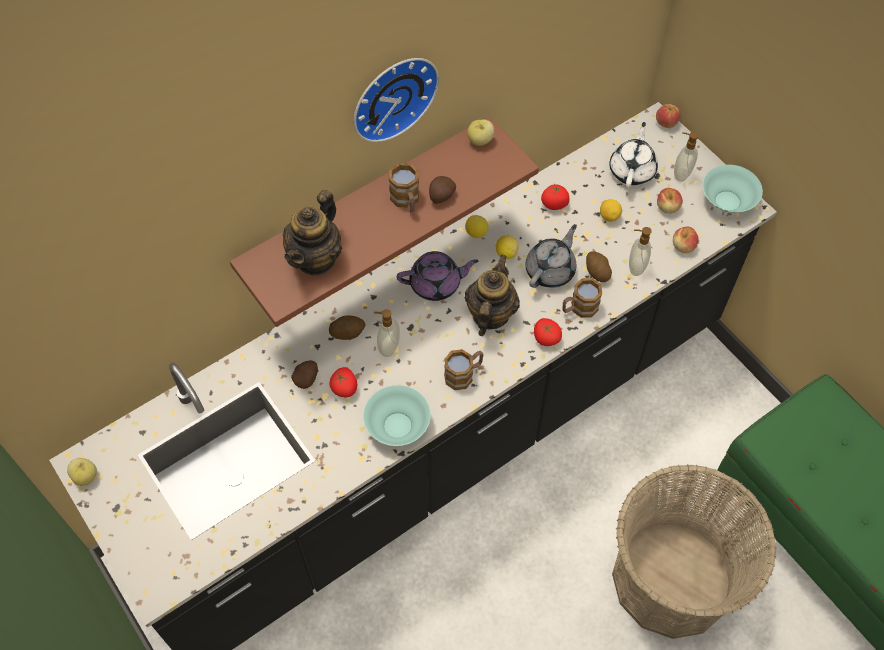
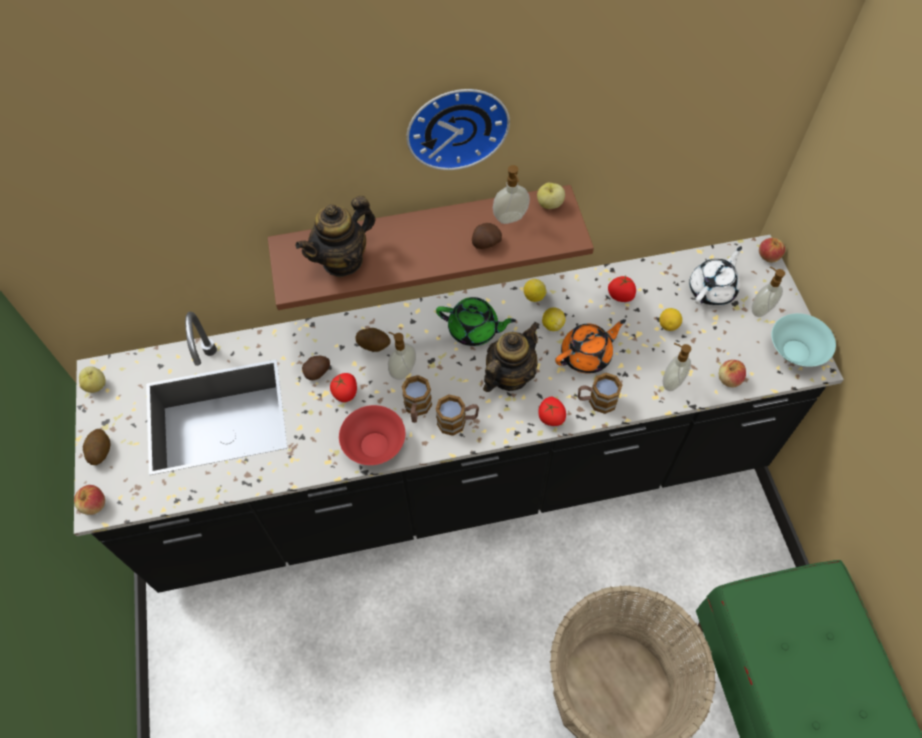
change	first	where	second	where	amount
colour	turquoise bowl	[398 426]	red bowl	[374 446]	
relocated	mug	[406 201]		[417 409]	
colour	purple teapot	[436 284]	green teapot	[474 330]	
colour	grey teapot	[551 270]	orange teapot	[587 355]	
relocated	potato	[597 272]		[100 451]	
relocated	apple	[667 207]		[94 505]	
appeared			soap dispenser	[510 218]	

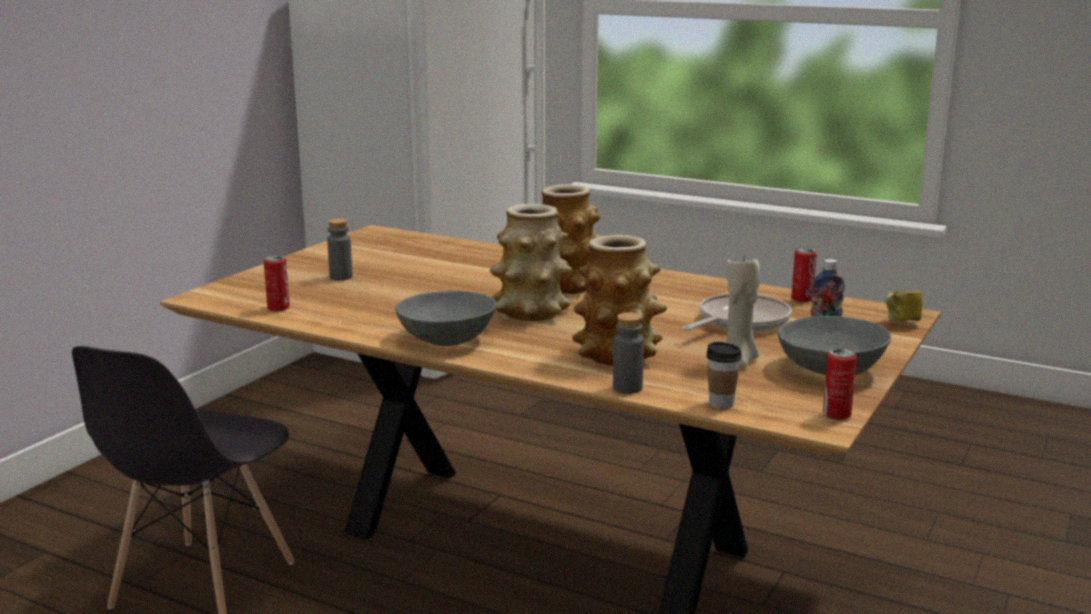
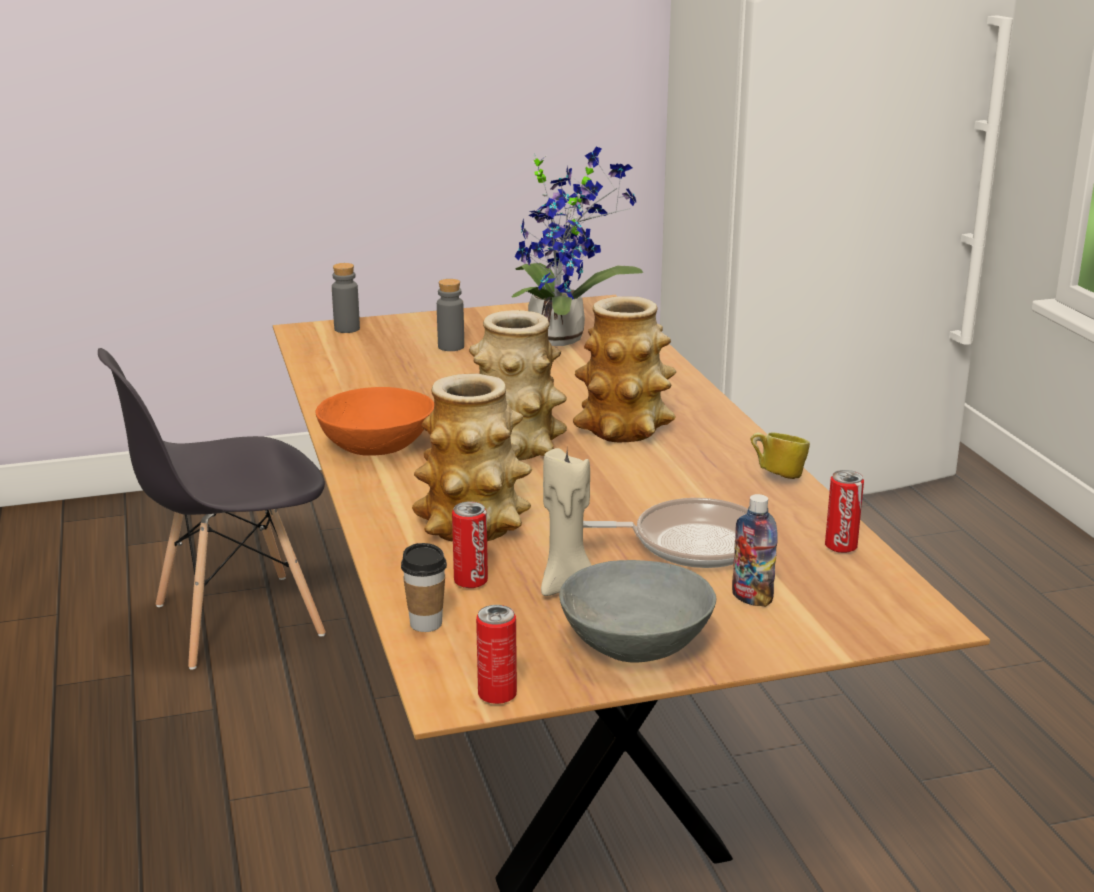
change	first	where	second	where	amount
relocated	can	[278 308]		[470 581]	
colour	grey bowl	[448 339]	orange bowl	[378 446]	
relocated	grey bottle	[627 388]		[347 329]	
relocated	mug	[898 323]		[777 476]	
appeared			potted plant	[563 337]	

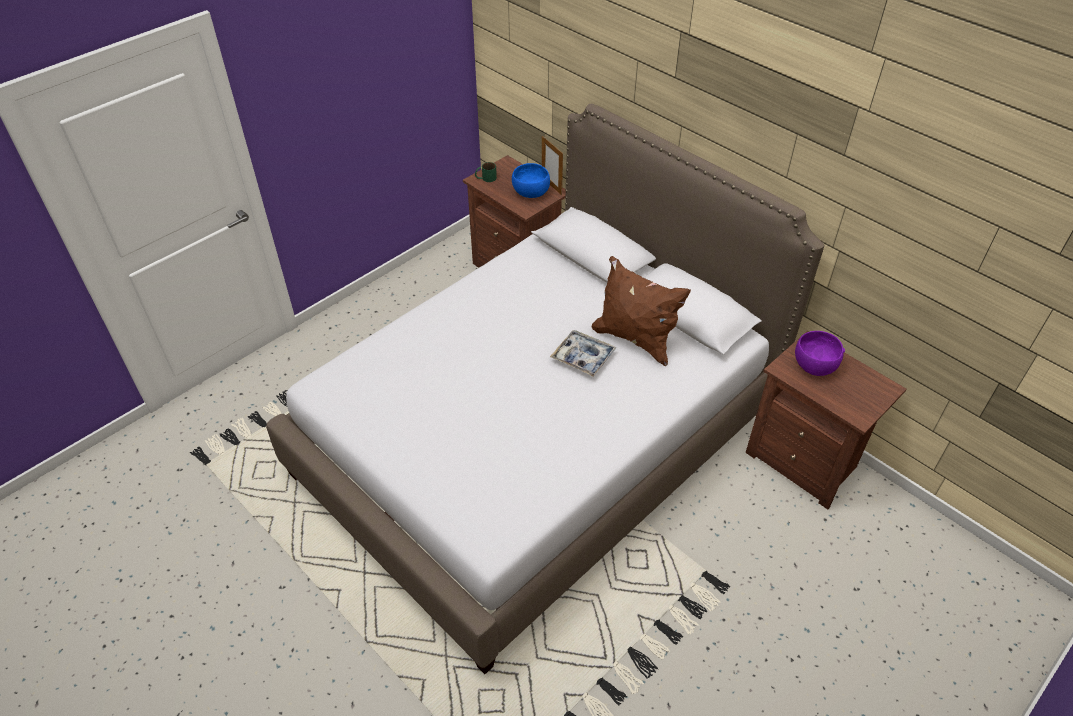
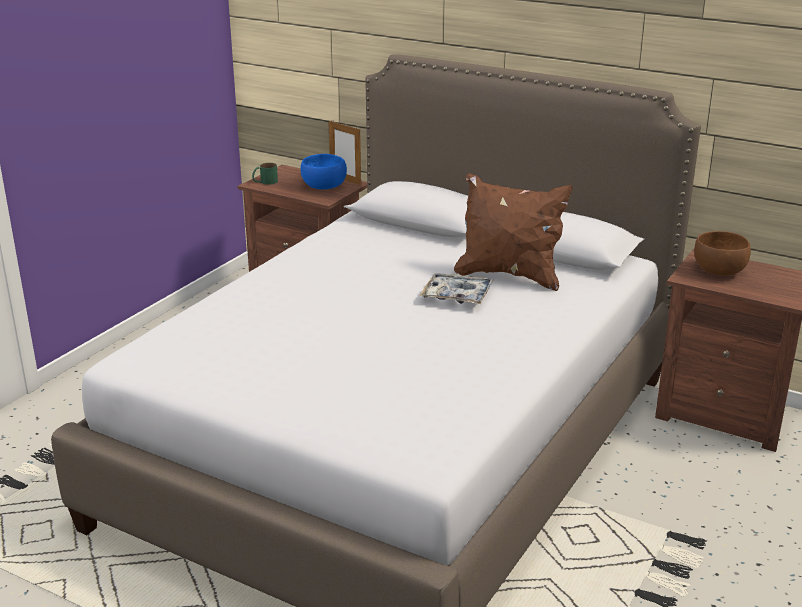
change	first	where	second	where	amount
colour	purple bowl	[814 366]	brown bowl	[719 271]	

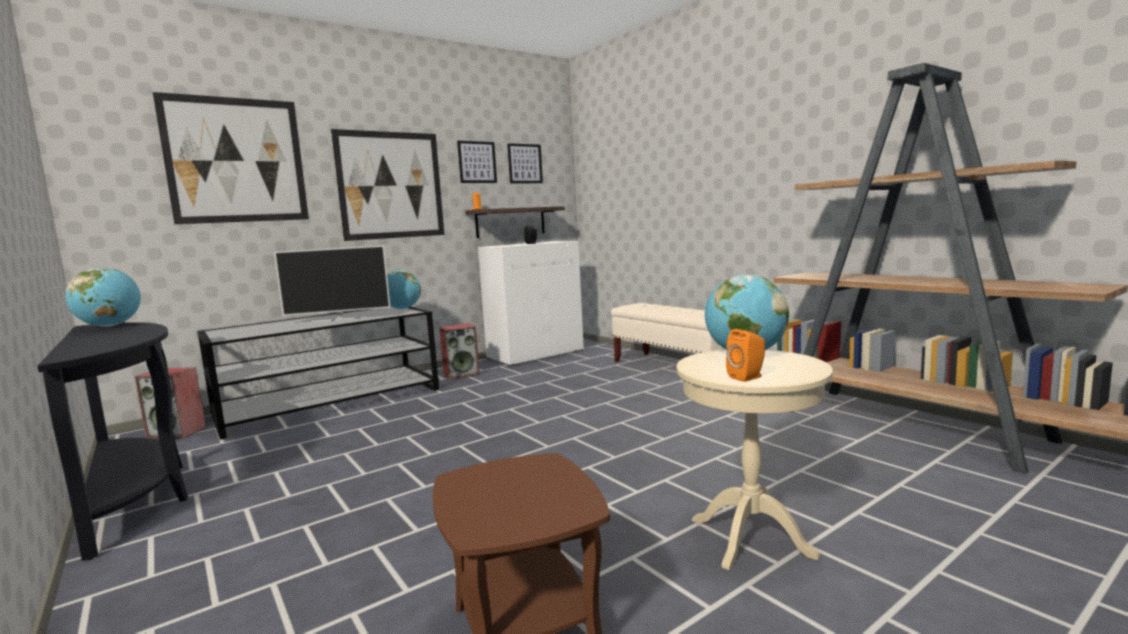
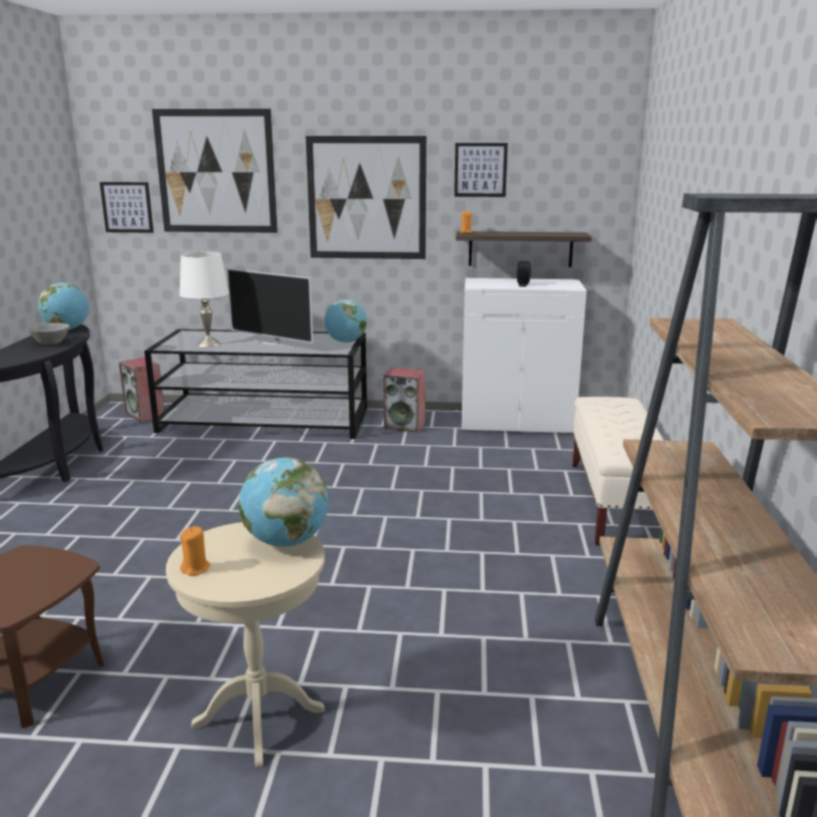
change	first	where	second	where	amount
relocated	picture	[525 163]		[127 207]	
exchanged	orange speaker	[748 377]	orange candle	[195 569]	
appeared			grey bowl	[51 343]	
appeared			white table lamp	[208 344]	

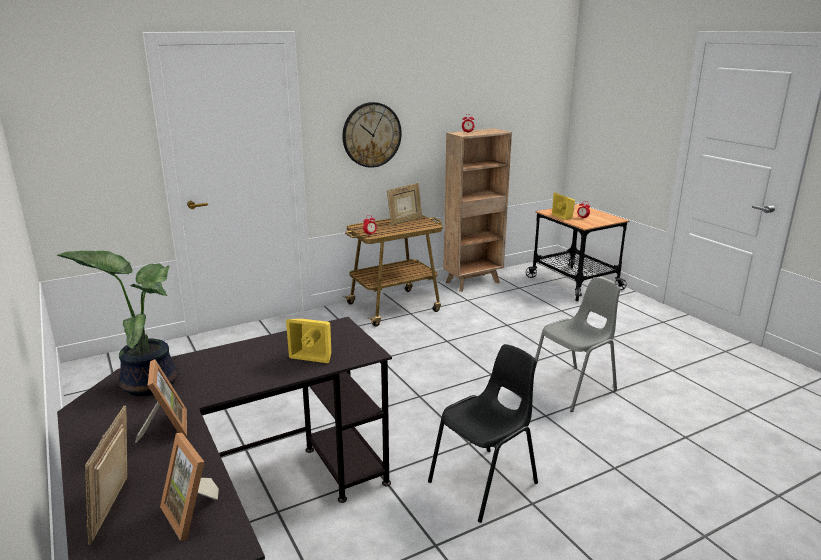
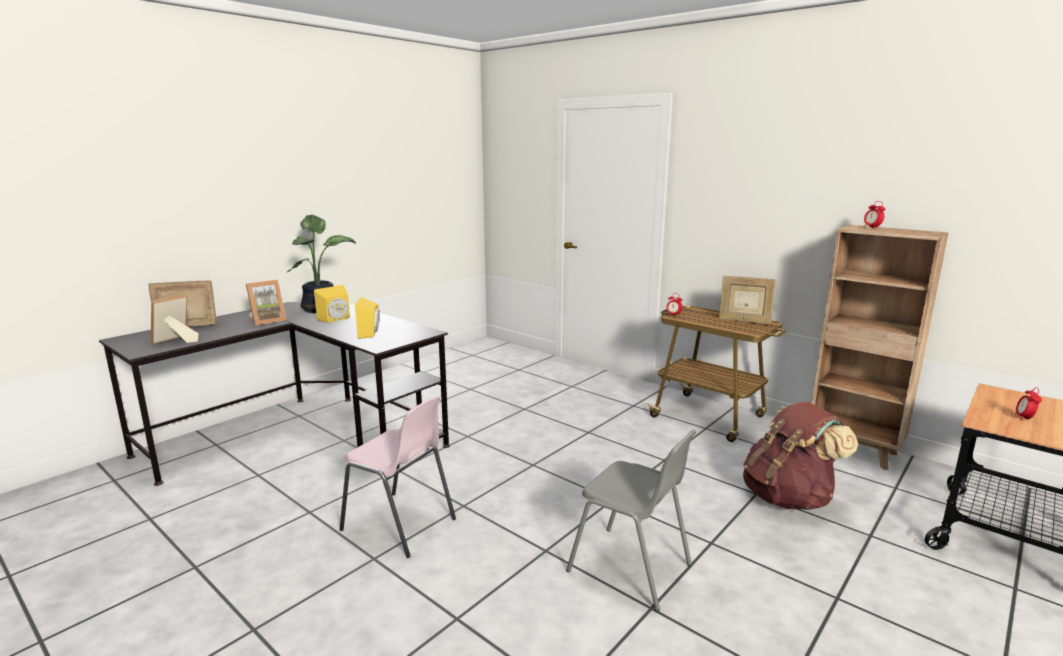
change	first	where	second	where	amount
missing	wall clock	[371 135]			
colour	black chair	[485 483]	pink chair	[400 525]	
relocated	yellow speaker	[564 216]		[336 319]	
appeared			brown backpack	[788 497]	

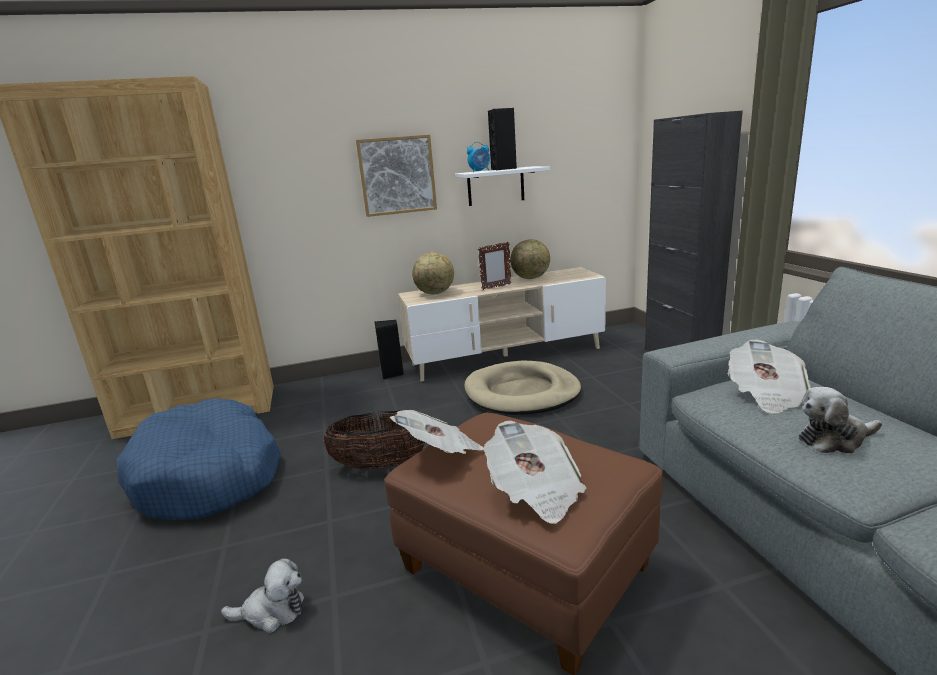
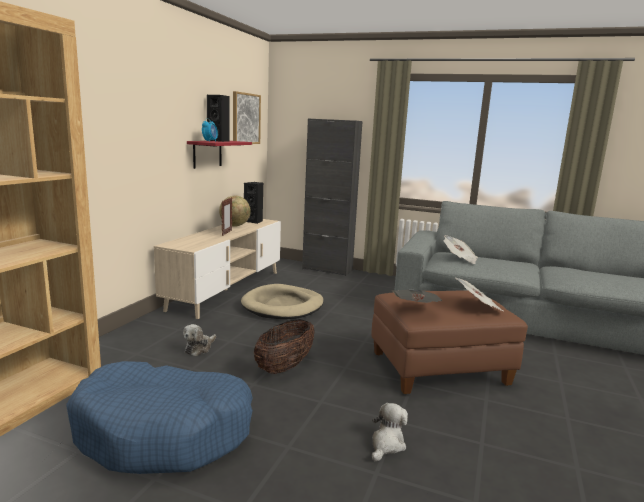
change	first	where	second	where	amount
relocated	picture	[397 175]		[245 119]	
relocated	black speaker	[392 373]		[254 221]	
missing	globe	[435 293]			
colour	white shelf	[496 186]	red shelf	[207 154]	
relocated	plush toy	[834 439]		[199 348]	

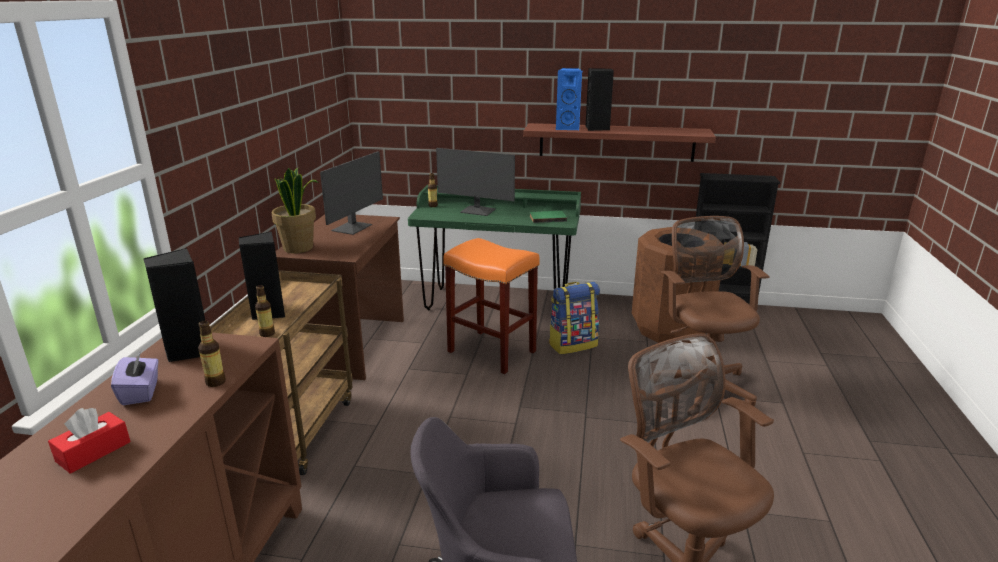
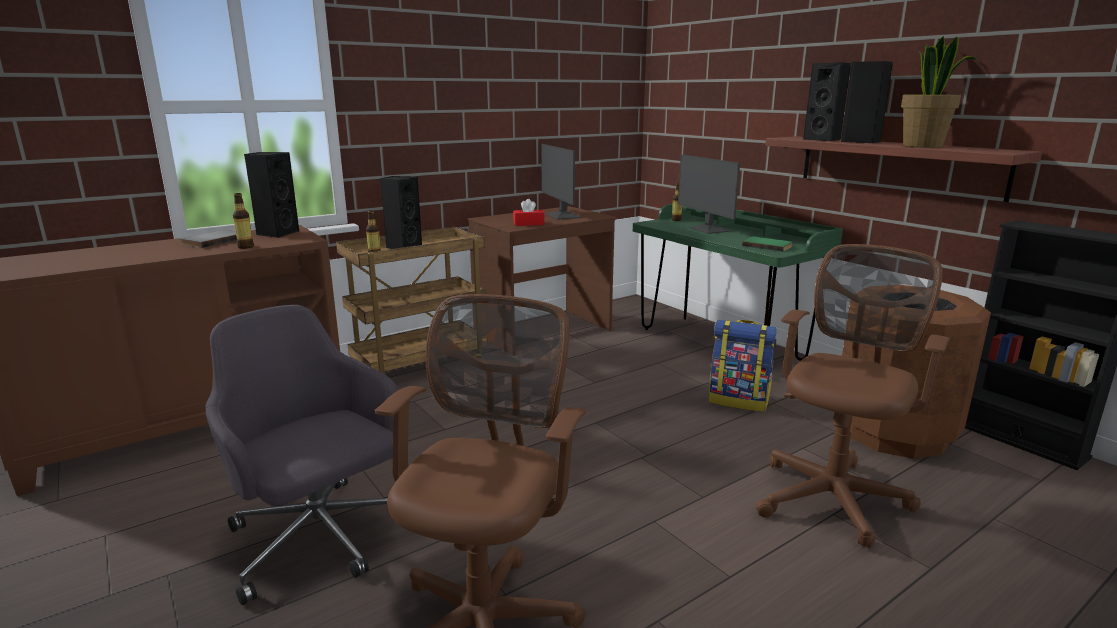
change	first	where	second	where	amount
relocated	red tissue box	[93 452]		[528 224]	
exchanged	purple tissue box	[141 392]	grey book	[212 241]	
relocated	potted plant	[299 248]		[923 146]	
spun	monitor	[353 228]		[562 216]	90 degrees clockwise
missing	orange stool	[490 351]			
colour	blue speaker	[567 128]	black speaker	[824 139]	

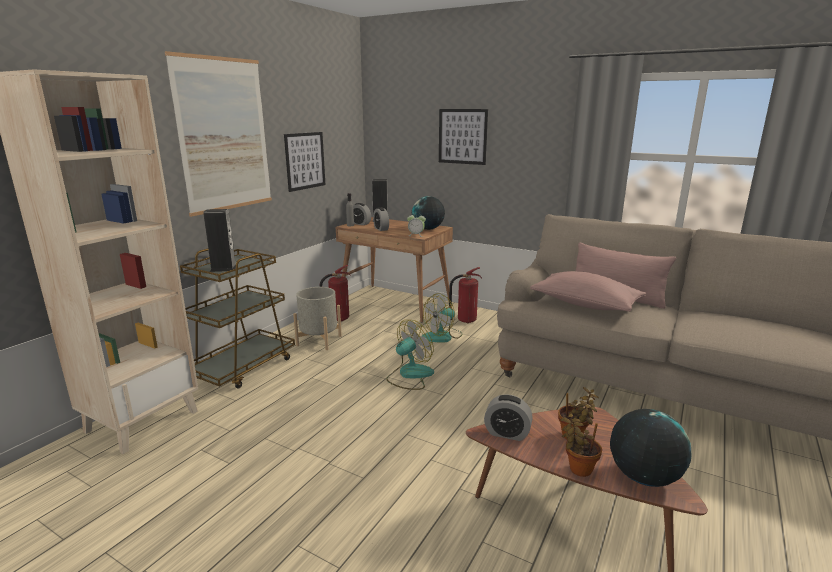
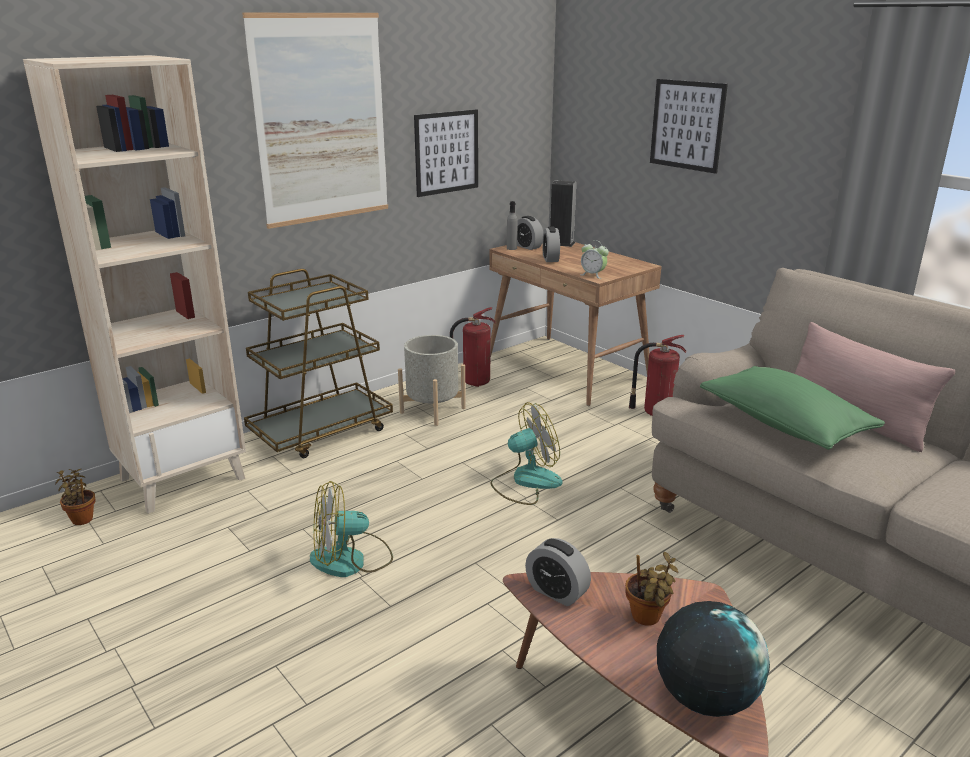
change	first	where	second	where	amount
missing	speaker	[223 269]			
missing	globe	[428 229]			
relocated	fan	[442 336]		[351 560]	
colour	pink pillow	[585 304]	green pillow	[784 424]	
relocated	potted plant	[577 468]		[82 518]	

